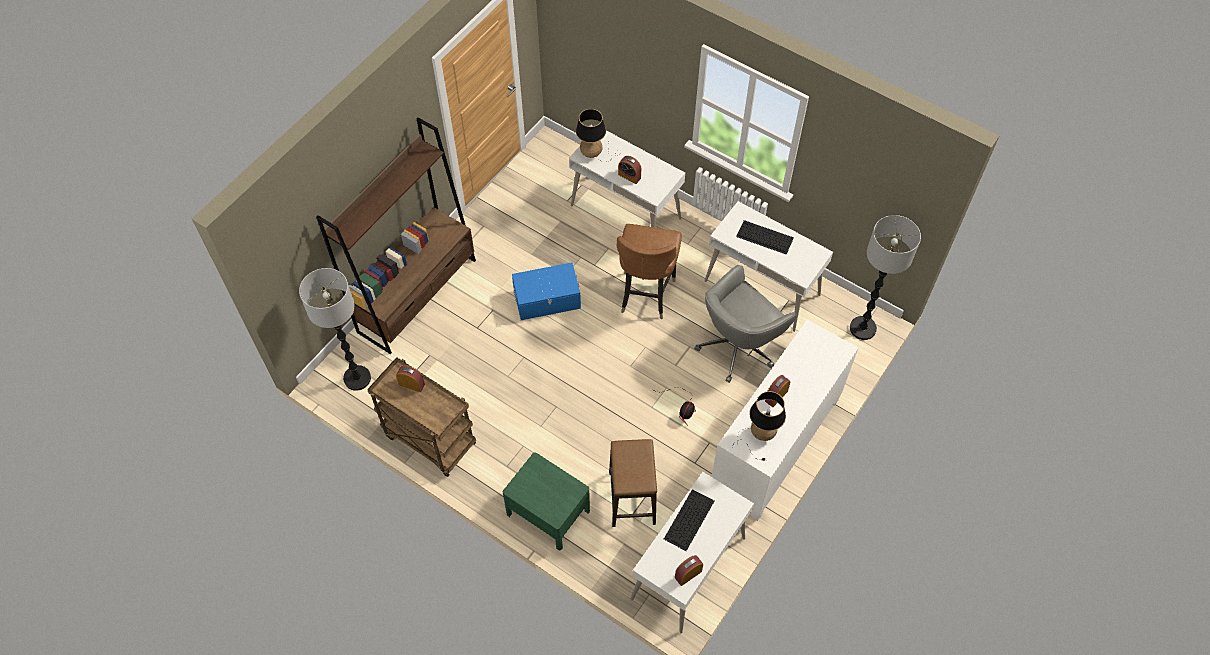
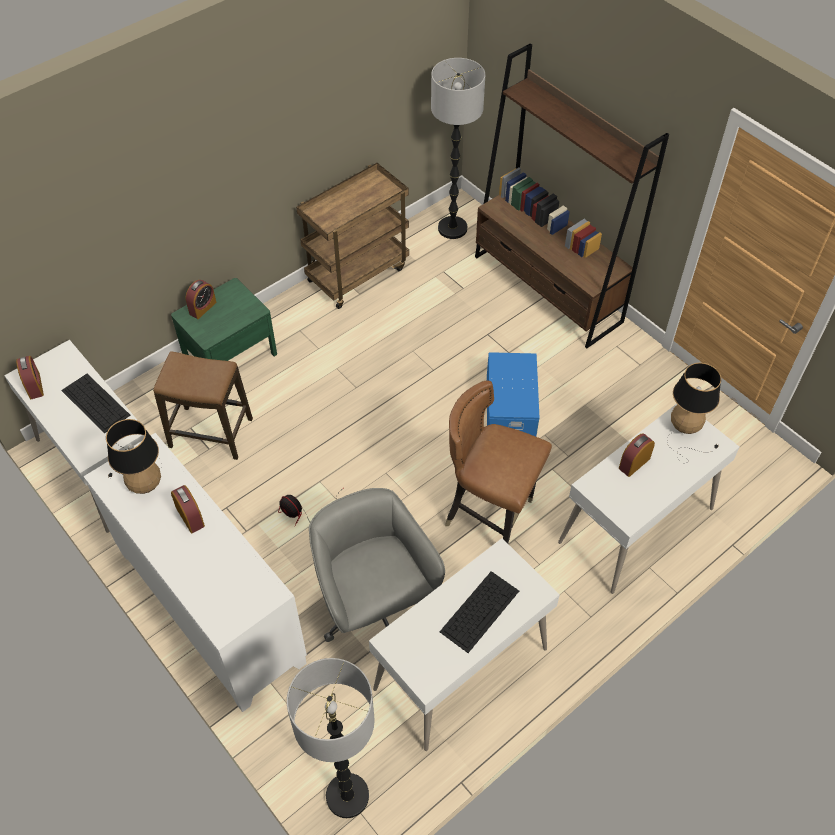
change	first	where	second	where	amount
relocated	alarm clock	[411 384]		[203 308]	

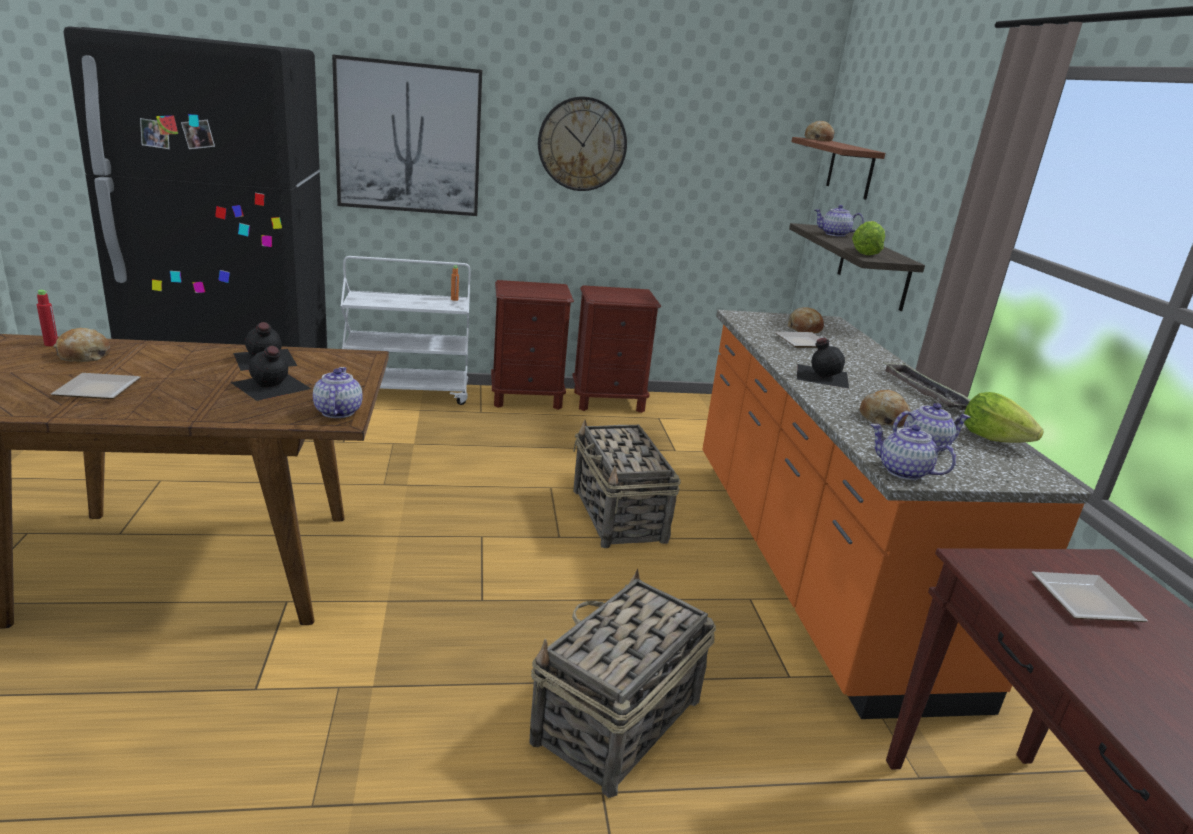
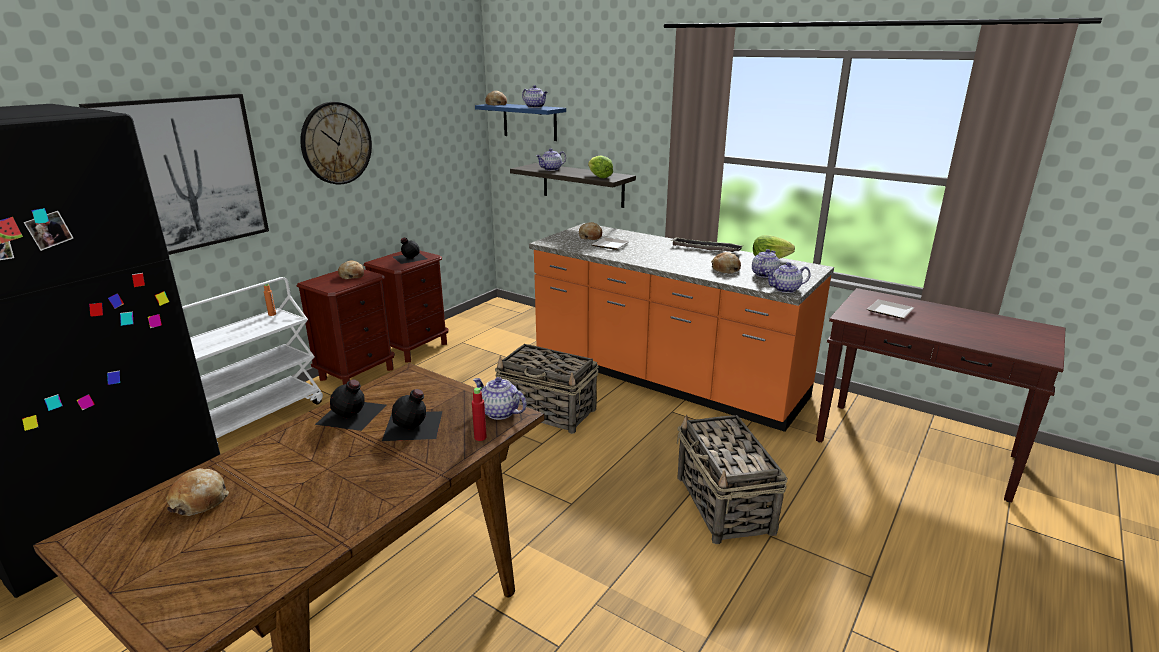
change	first	where	second	where	amount
relocated	red bottle	[51 344]		[480 437]	
missing	plate	[97 389]			
colour	brown shelf	[850 169]	blue shelf	[529 122]	
relocated	black bottle	[821 375]		[409 257]	
appeared			bread	[352 275]	
appeared			teapot	[535 107]	

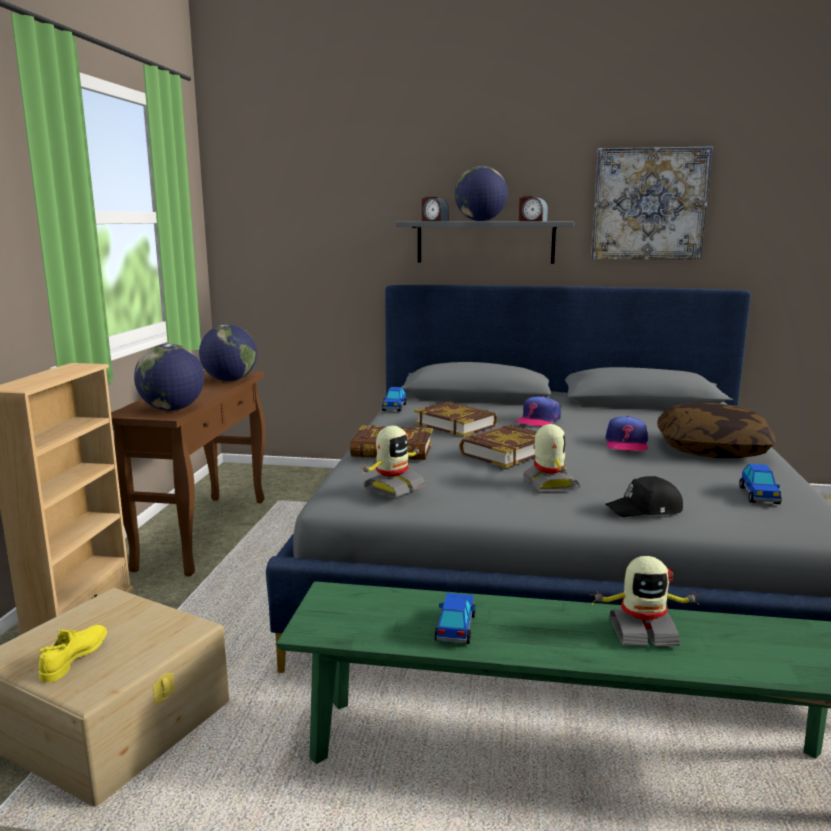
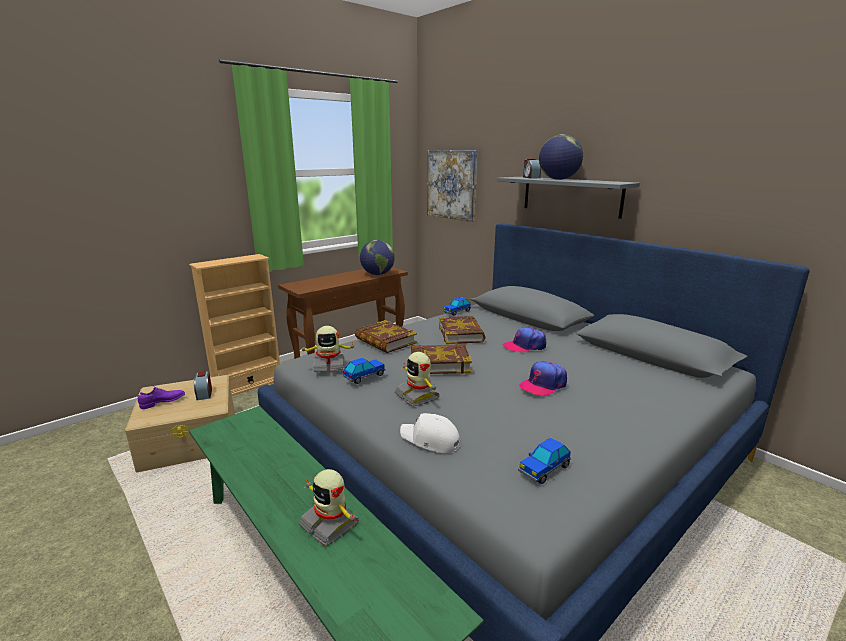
change	first	where	second	where	amount
colour	yellow shoe	[74 658]	purple shoe	[163 402]	
missing	globe	[172 409]			
relocated	toy car	[455 628]		[364 376]	
relocated	alarm clock	[532 221]		[204 394]	
spun	toy robot	[549 484]		[417 396]	120 degrees clockwise
relocated	picture	[649 204]		[451 184]	
colour	black cap	[645 510]	white cap	[430 440]	
missing	pillow	[711 449]			

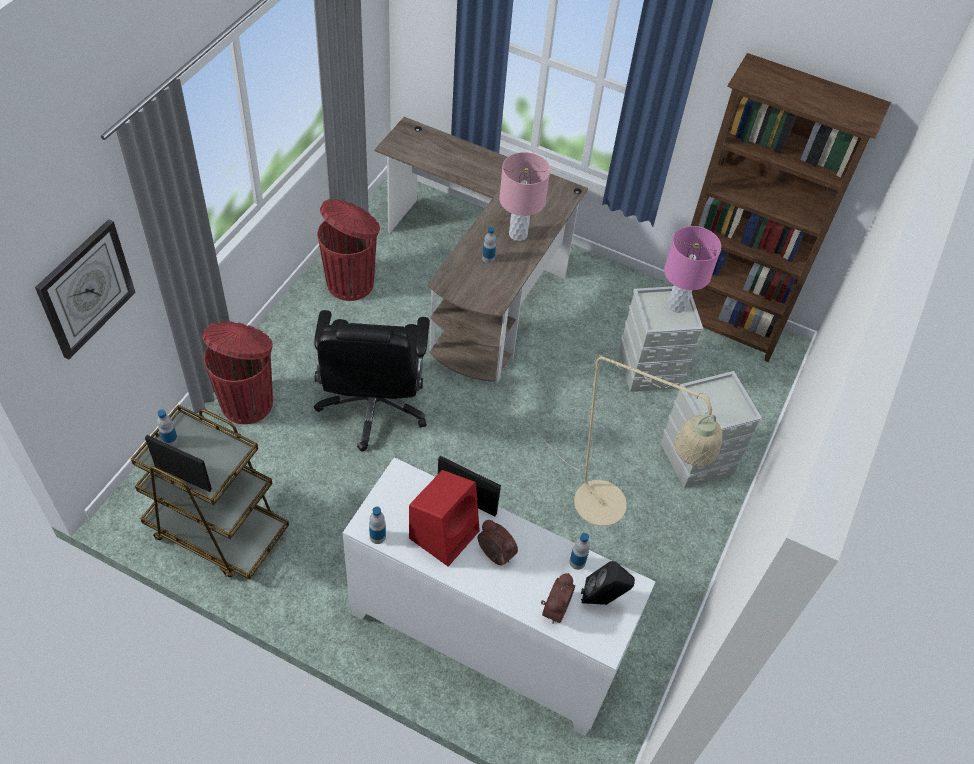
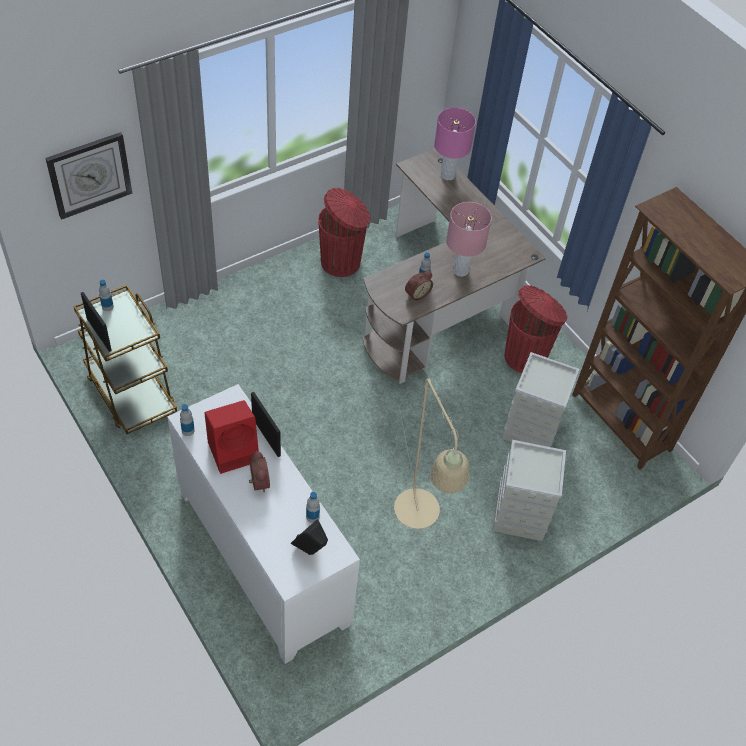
change	first	where	second	where	amount
relocated	red trash can	[248 402]		[526 356]	
missing	black office chair	[373 407]			
relocated	alarm clock	[553 607]		[416 294]	
relocated	pink table lamp	[676 305]		[447 175]	

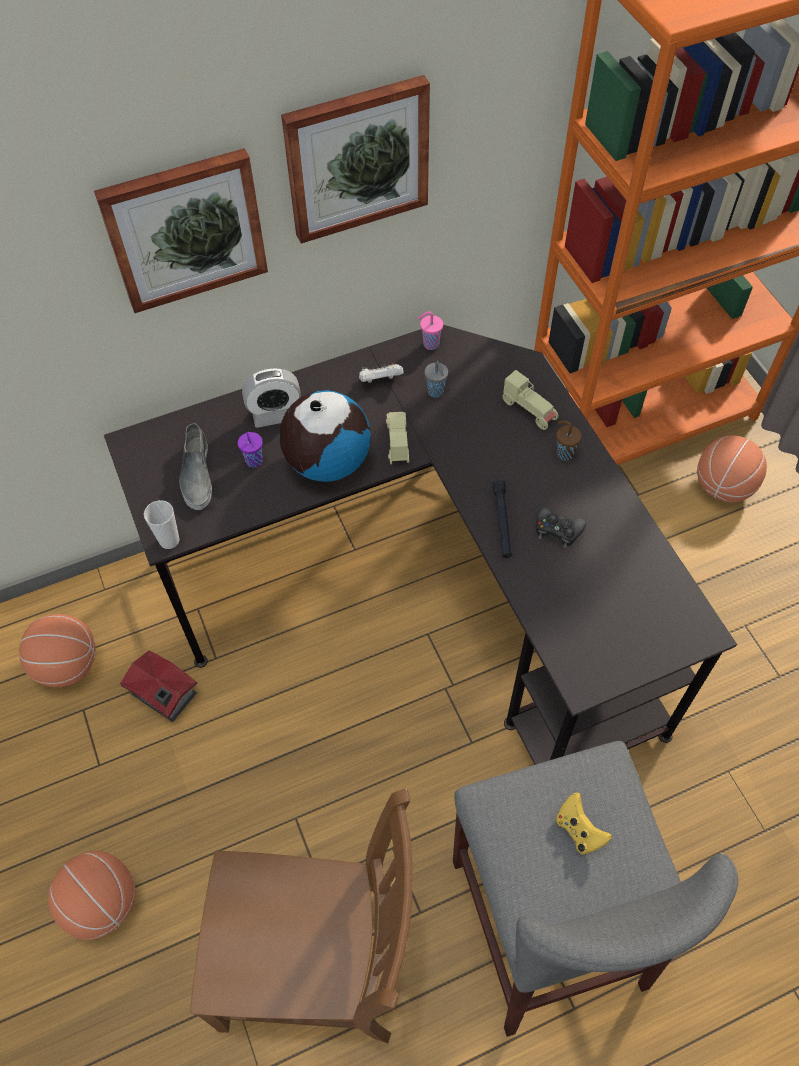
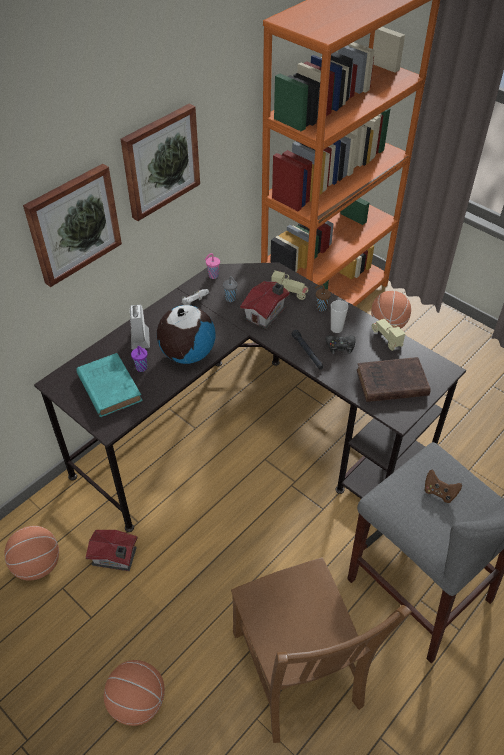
change	first	where	second	where	amount
relocated	cup	[169 540]		[336 329]	
exchanged	grey shoe	[196 474]	turquoise book	[108 386]	
spun	brown chair	[318 962]		[298 673]	90 degrees clockwise
spun	alarm clock	[275 414]		[140 339]	120 degrees clockwise
relocated	beige toy car	[397 442]		[386 338]	
colour	yellow game controller	[579 830]	brown game controller	[439 492]	
appeared			toy house	[266 313]	
appeared			brown book	[390 383]	

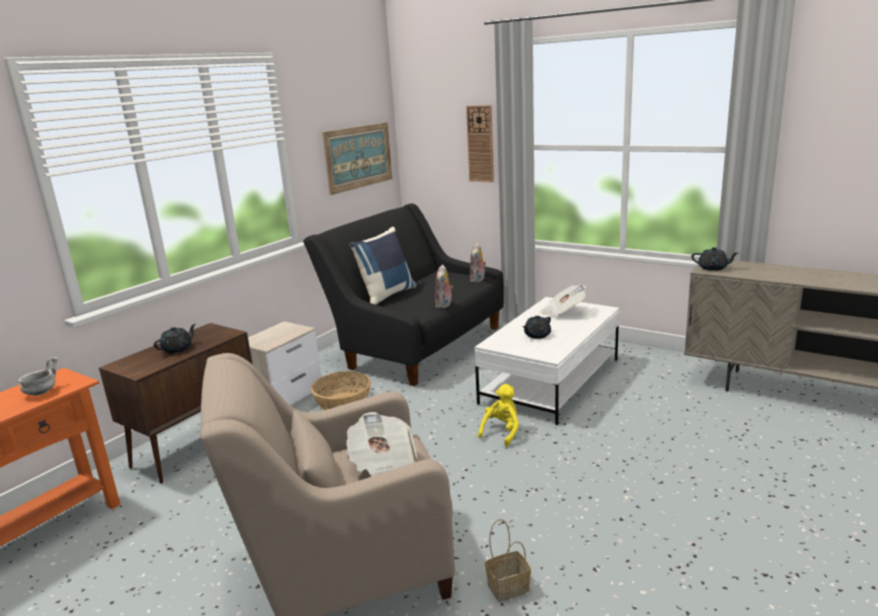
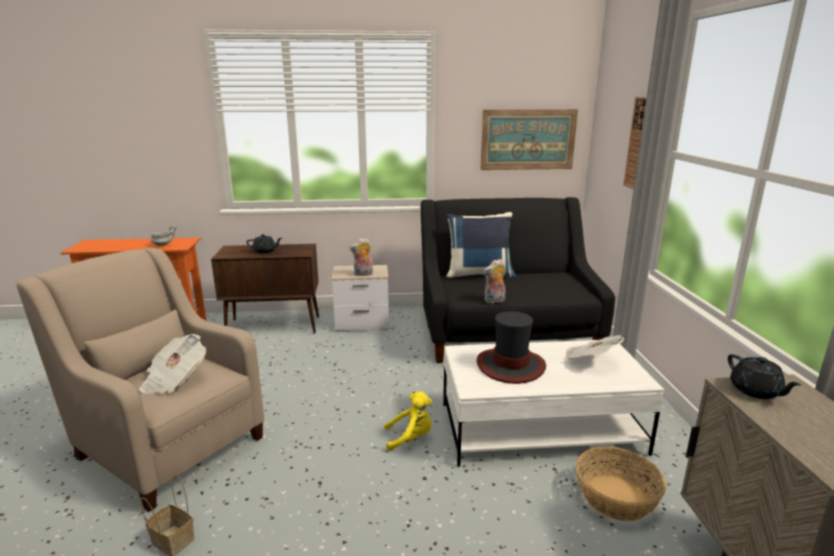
change	first	where	second	where	amount
relocated	basket	[343 403]		[616 497]	
relocated	plush toy	[478 280]		[363 274]	
exchanged	black teapot	[536 335]	hat	[510 366]	

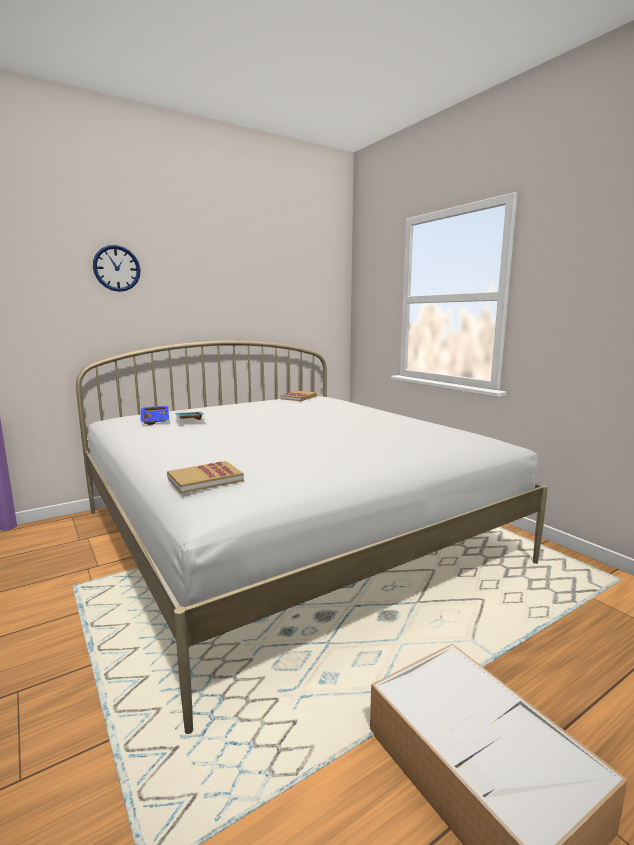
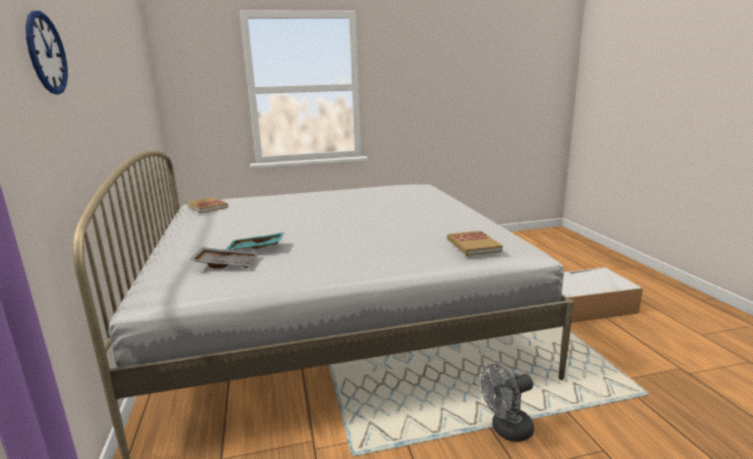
change	first	where	second	where	amount
colour	blue tray	[156 420]	grey tray	[226 264]	
appeared			grey fan	[506 430]	

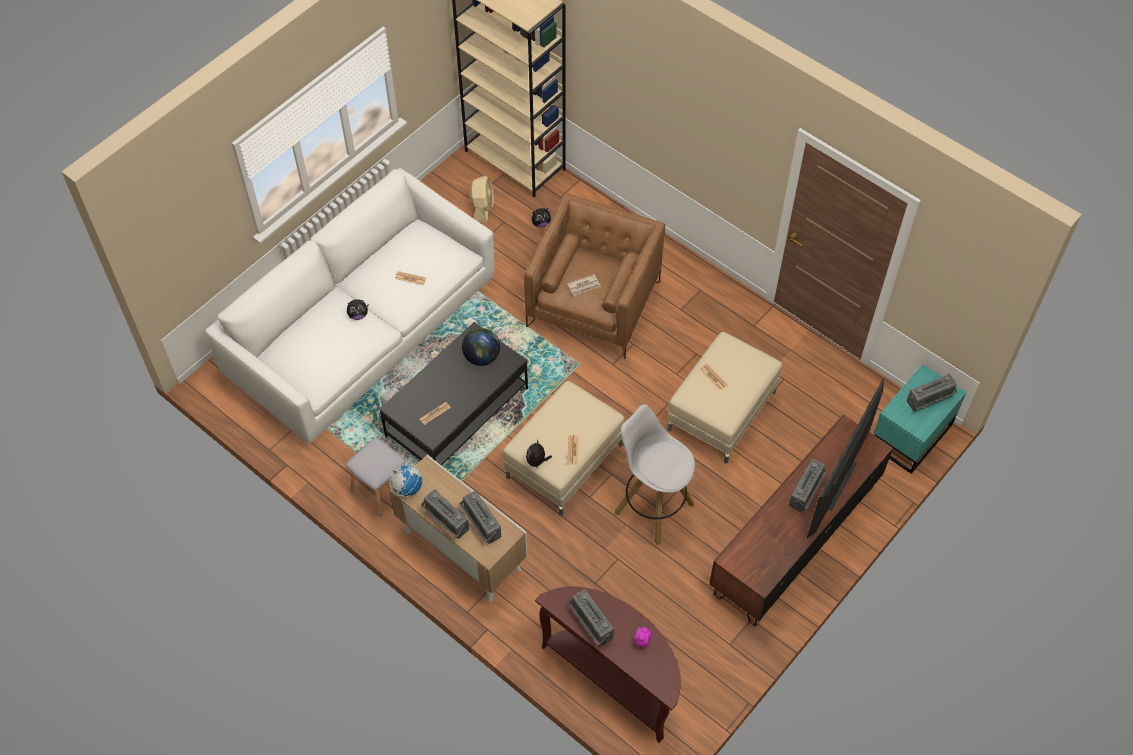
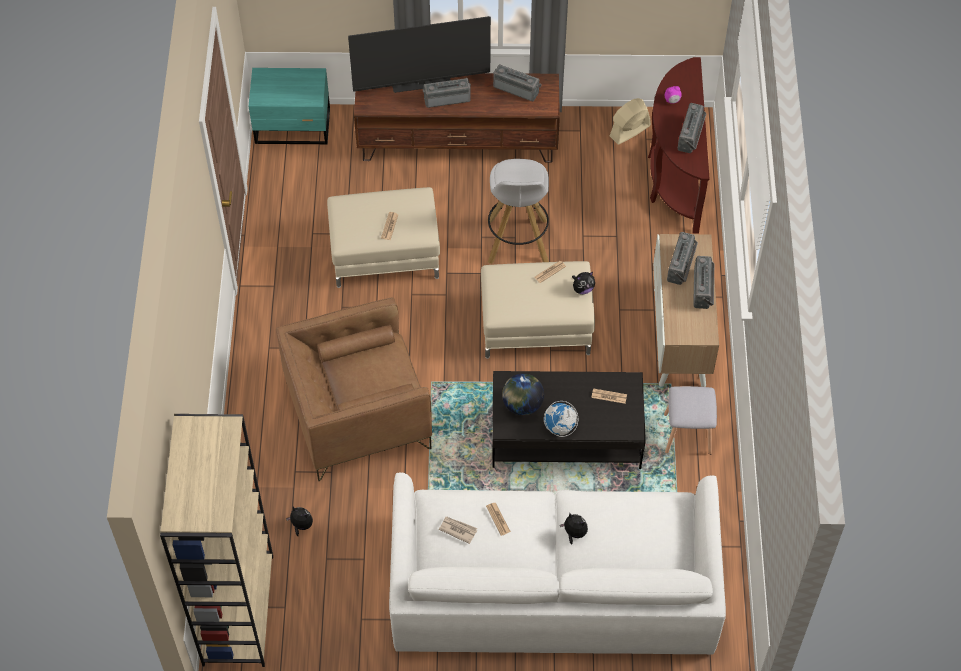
change	first	where	second	where	amount
relocated	globe	[407 488]		[559 427]	
relocated	beige fan	[482 207]		[629 131]	
relocated	newspaper	[584 286]		[458 529]	
relocated	radio	[930 400]		[517 88]	

